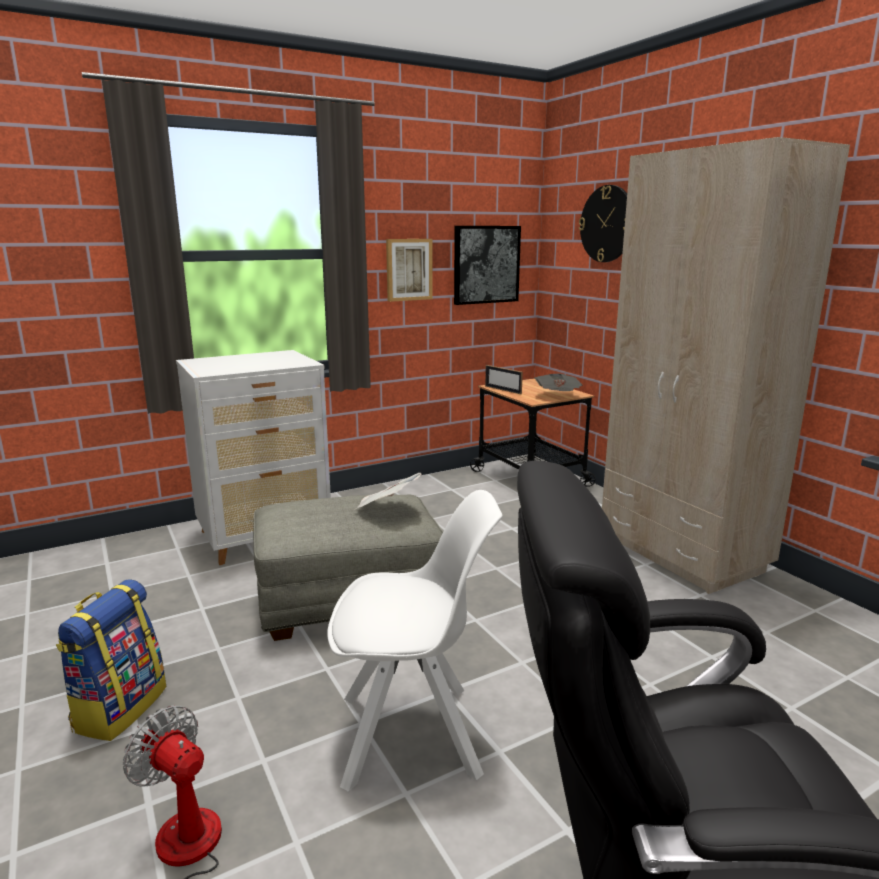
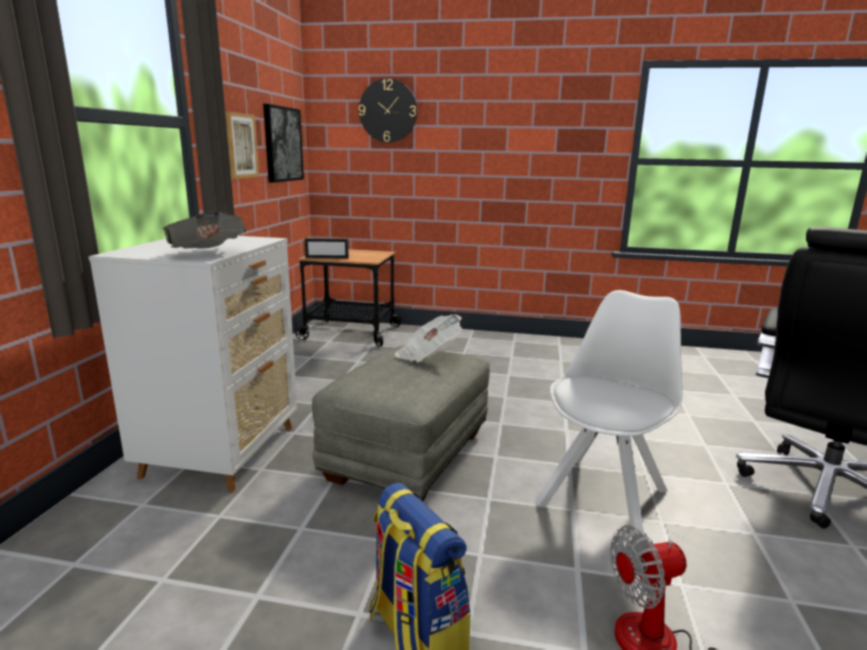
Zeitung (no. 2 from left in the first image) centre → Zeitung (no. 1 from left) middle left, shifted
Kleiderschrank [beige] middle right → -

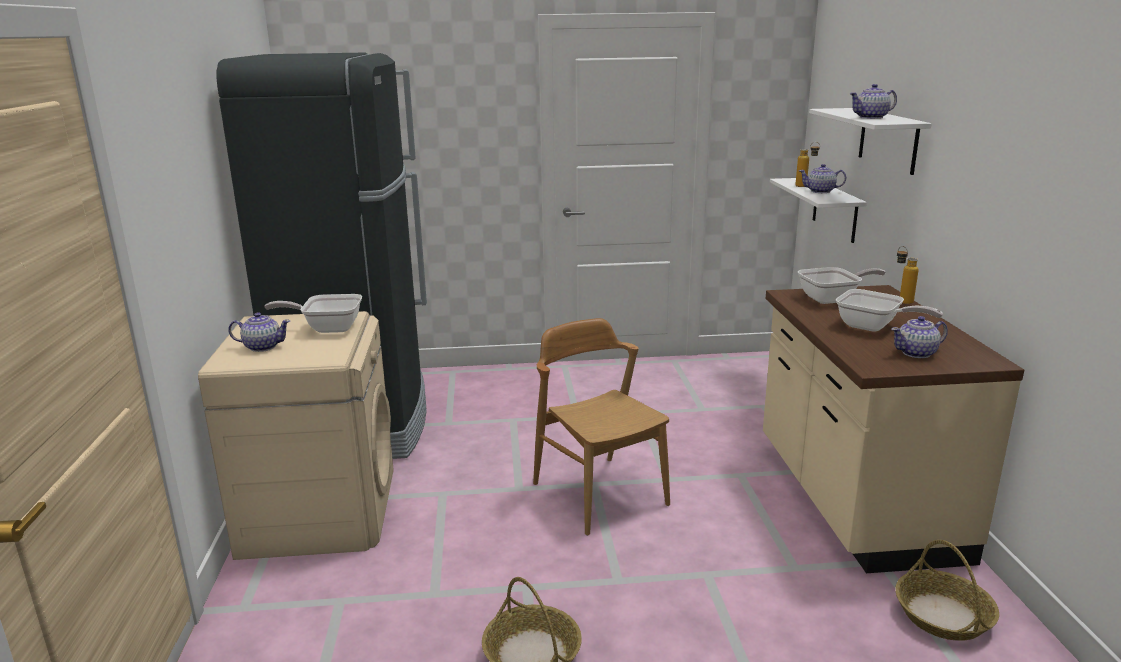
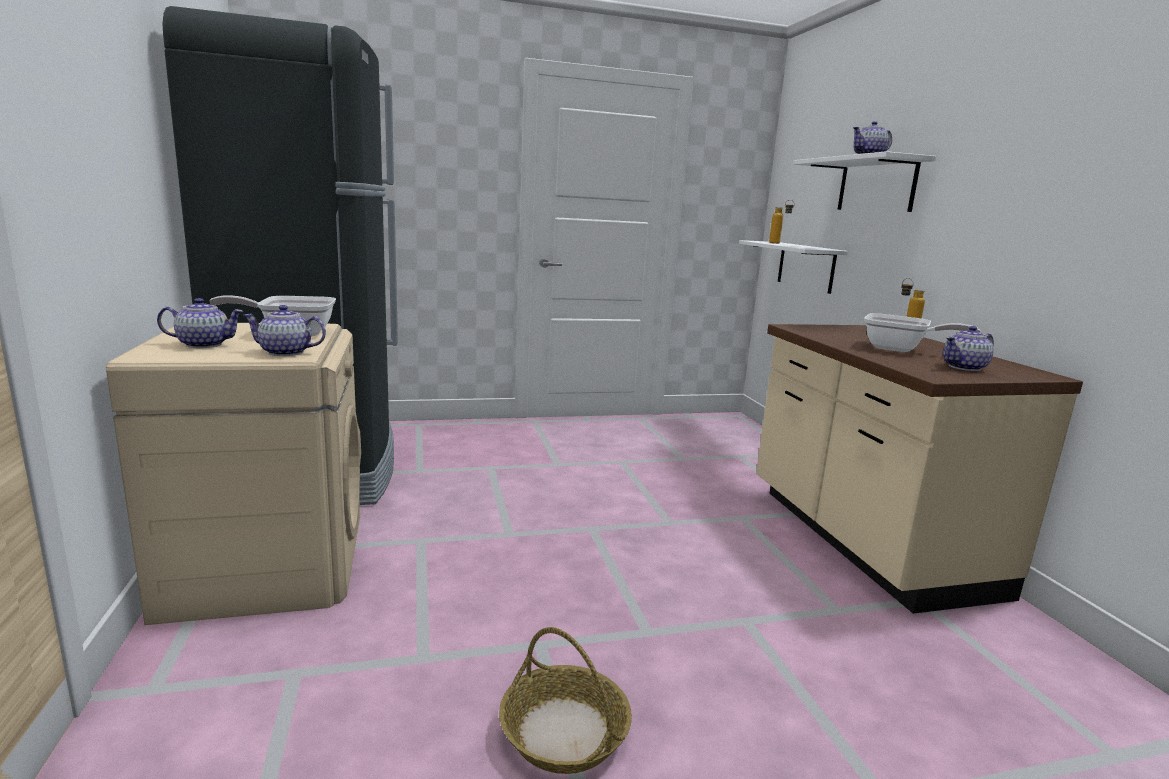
Stuhl [braun] centre → -
Pfanne (no. 2 from left) middle right → -
Teekanne (no. 2 from left) top right → Teekanne (no. 2 from left) middle left, shifted
Korb (no. 2 from left) bottom right → -

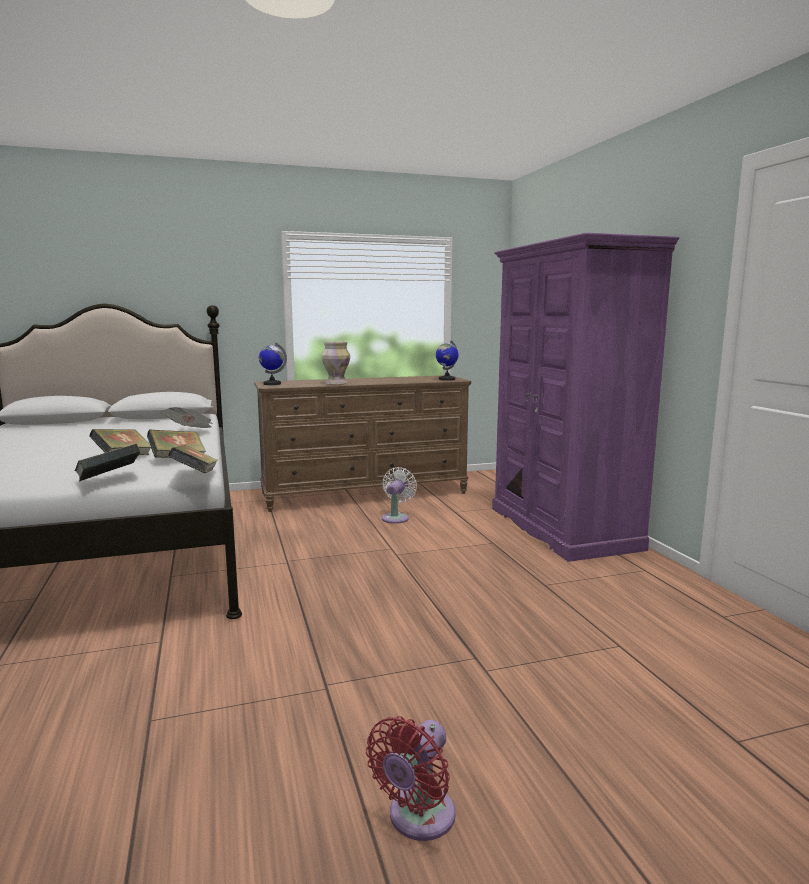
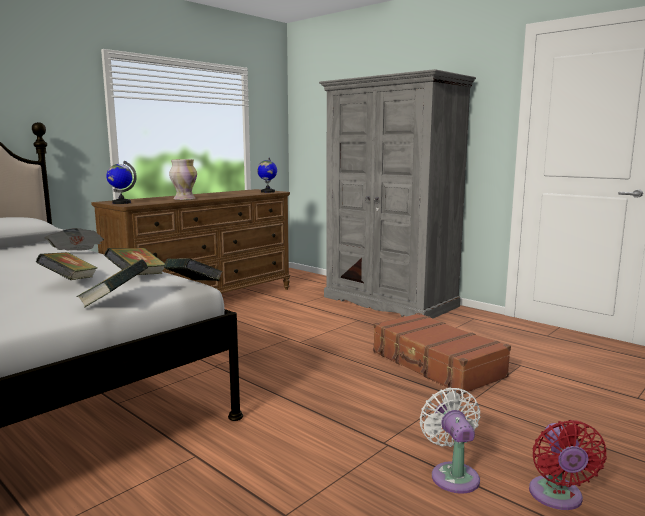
Ventilator [weiß] centre → Ventilator [weiß] bottom right, shifted
Kleiderschrank [lila] middle right → Kleiderschrank [grau] centre
- → Koffer [braun] bottom right

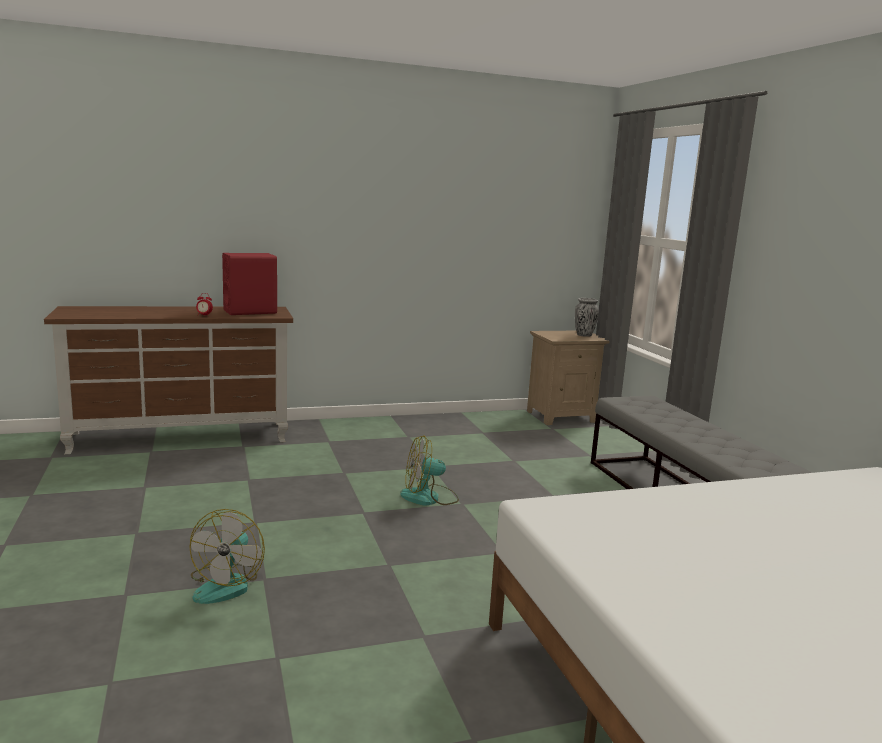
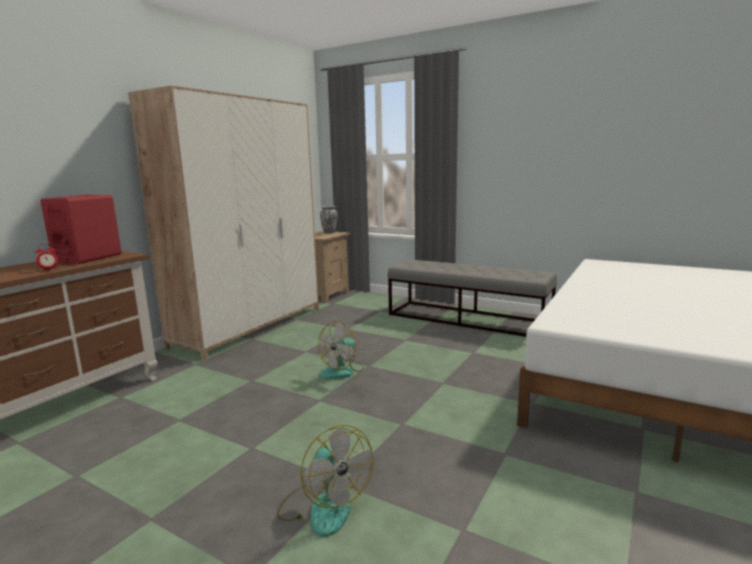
- → Kleiderschrank [weiß] middle left

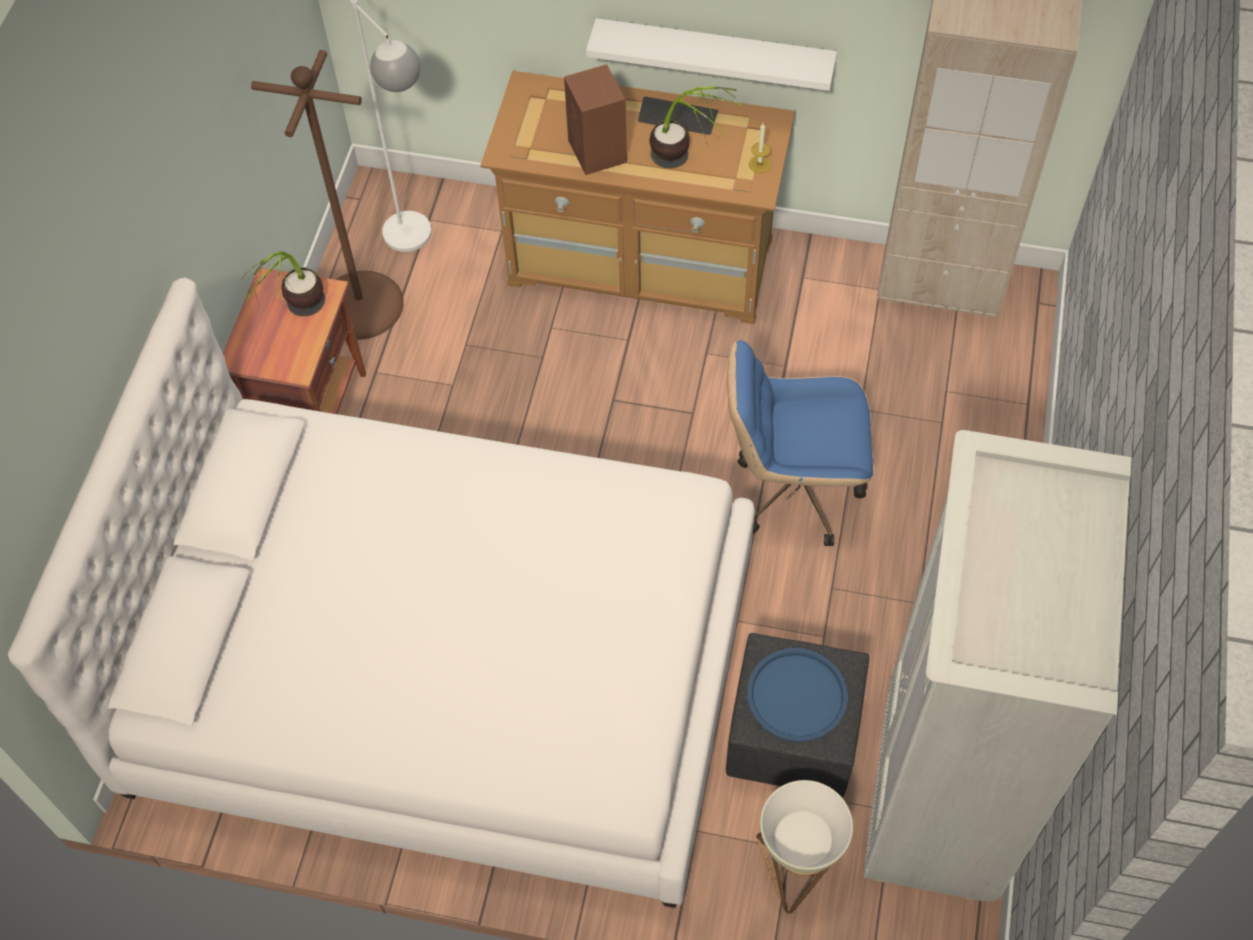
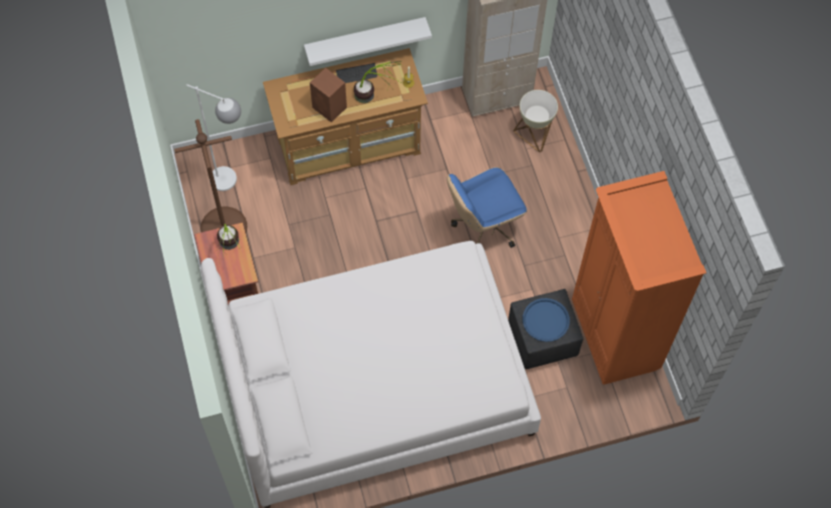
Pflanzkübel bottom centre → Pflanzkübel top centre, shifted
Kleiderschrank [weiß] bottom right → Kleiderschrank [orange] middle right

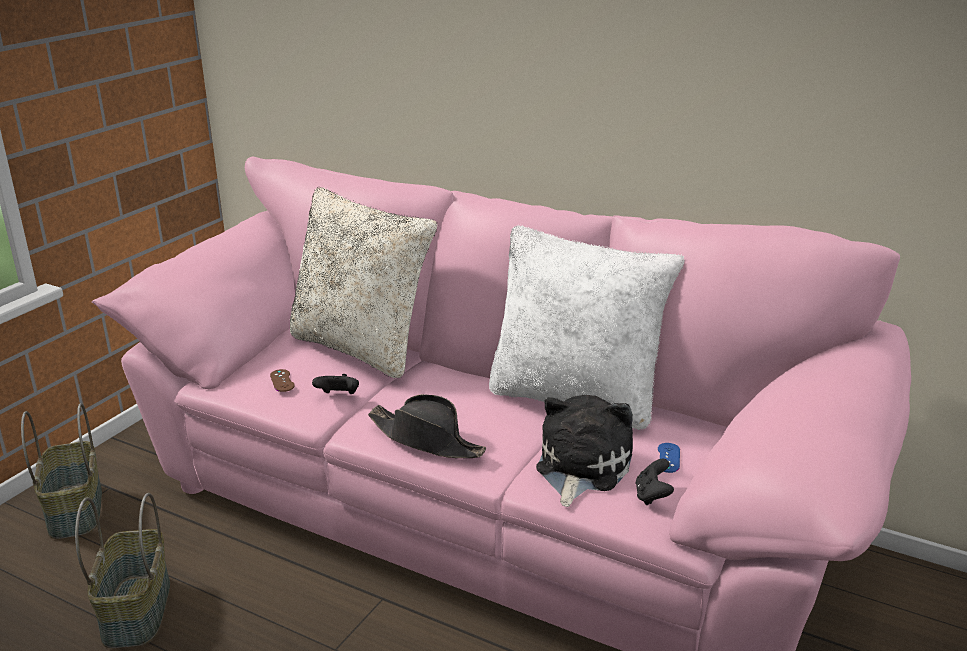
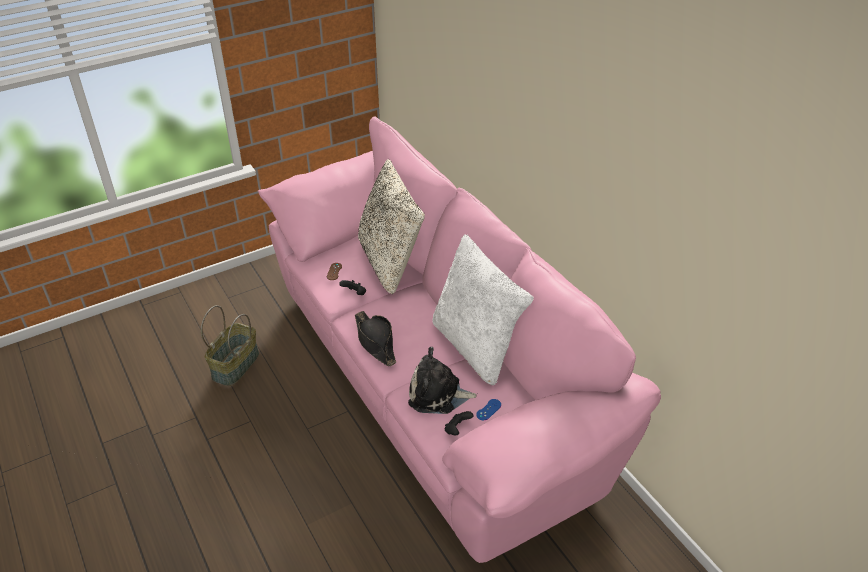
Korb (no. 1 from left) bottom left → -
Plüschtier bottom centre → Plüschtier centre, 135 degrees counterclockwise

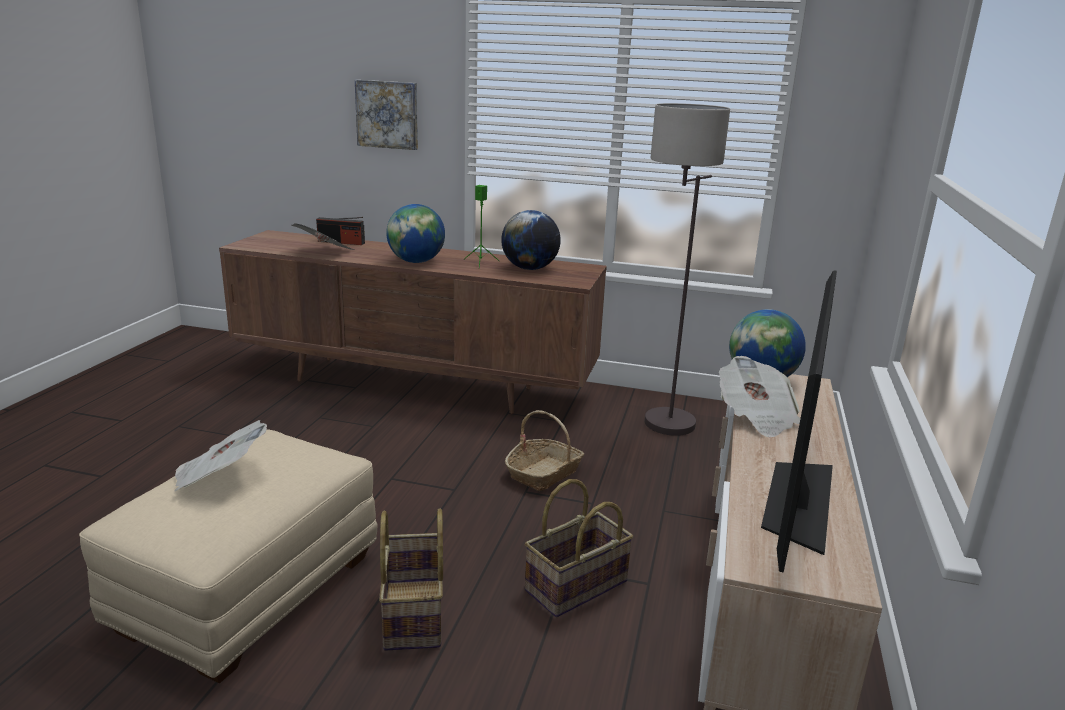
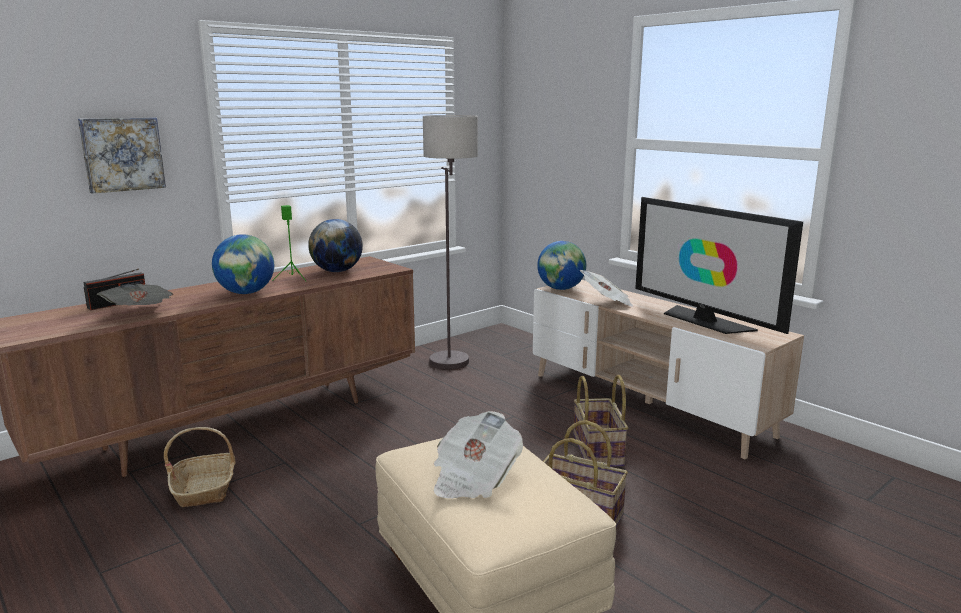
Korb (no. 2 from left in the first image) centre → Korb (no. 1 from left) bottom left, shifted

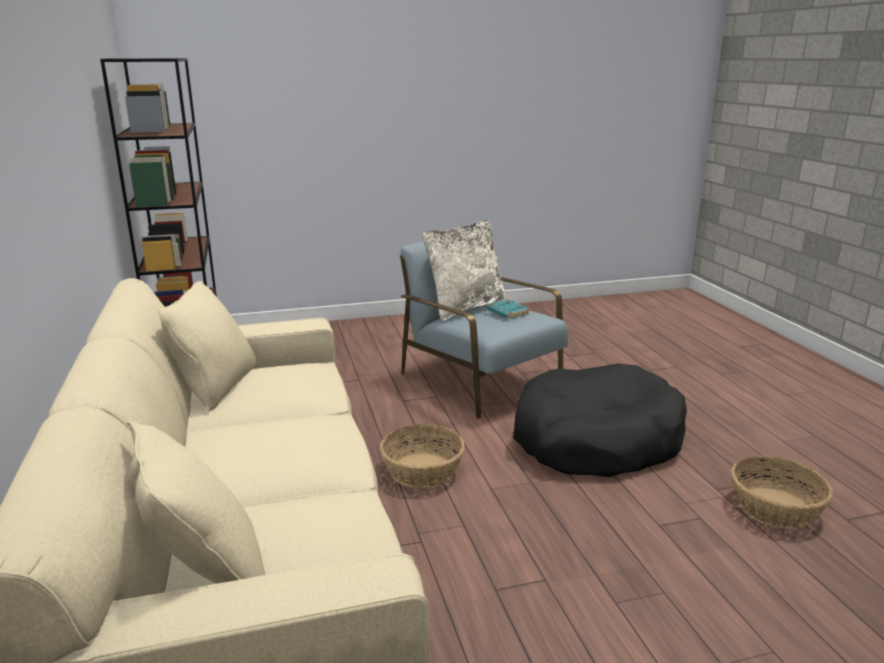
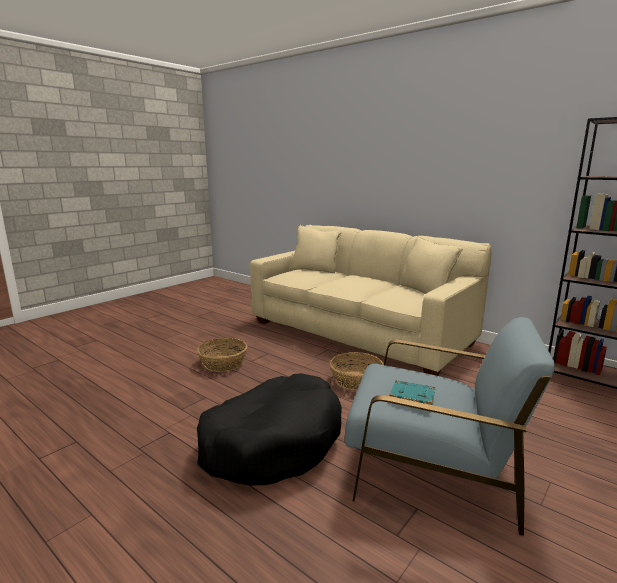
Kissen [beige] centre → -
Korb (no. 2 from left in the first image) bottom right → Korb (no. 1 from left) centre, shifted

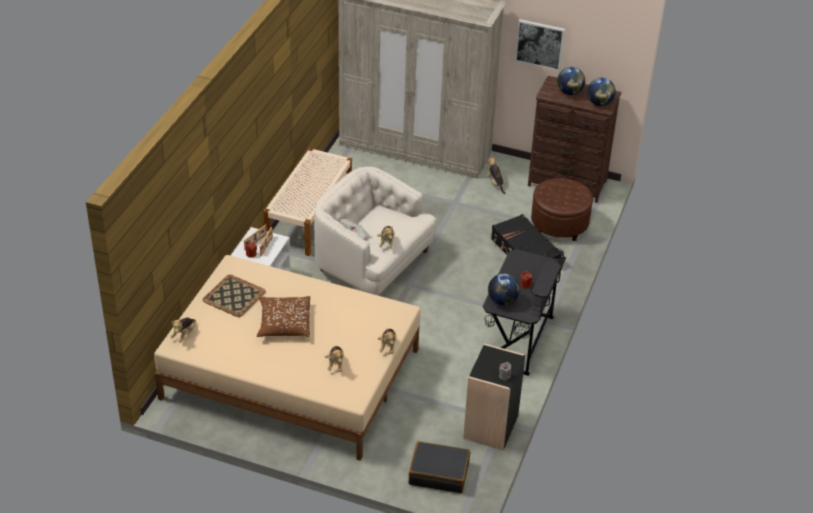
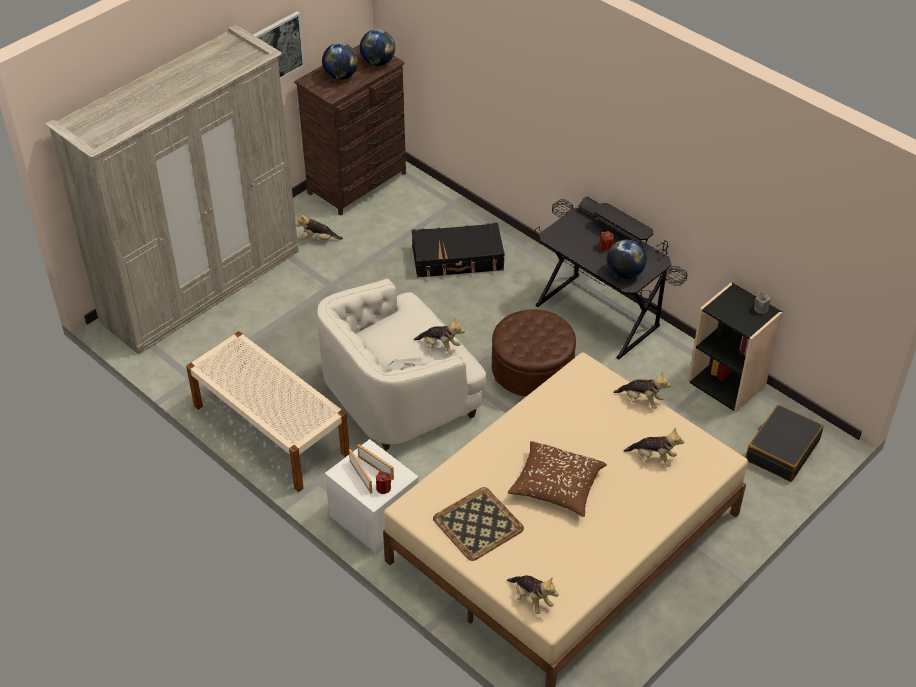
Polsterhocker [braun] middle right → Polsterhocker [braun] centre, shifted

